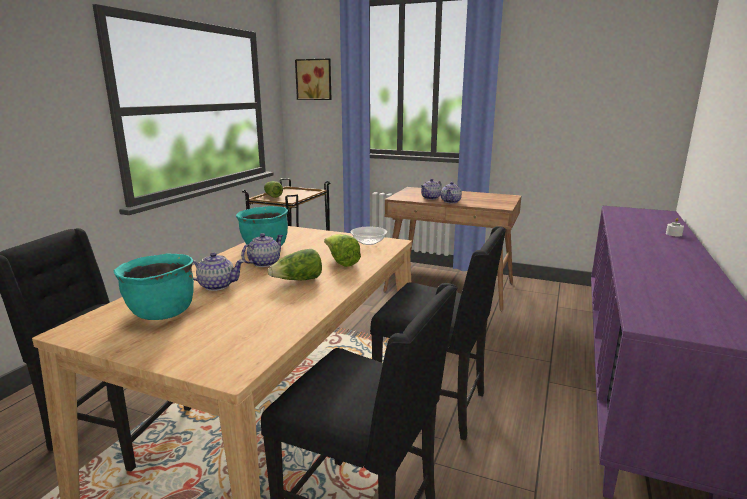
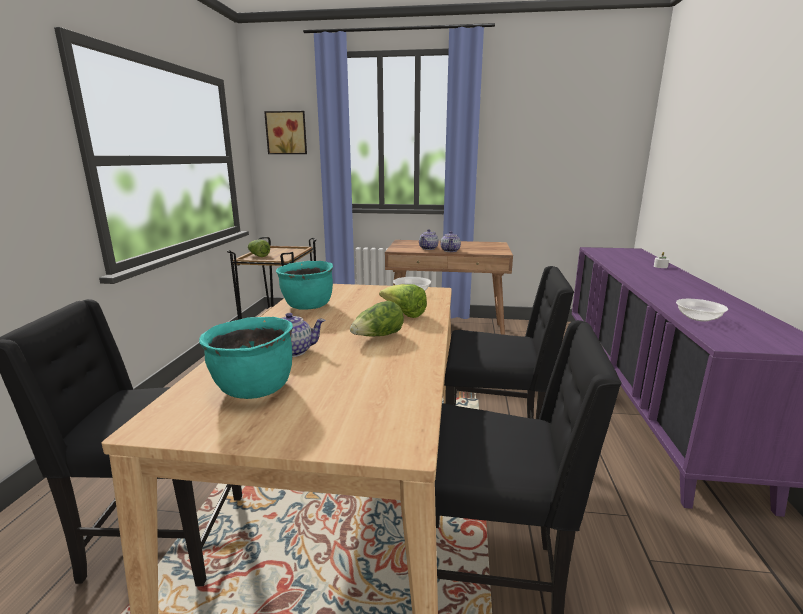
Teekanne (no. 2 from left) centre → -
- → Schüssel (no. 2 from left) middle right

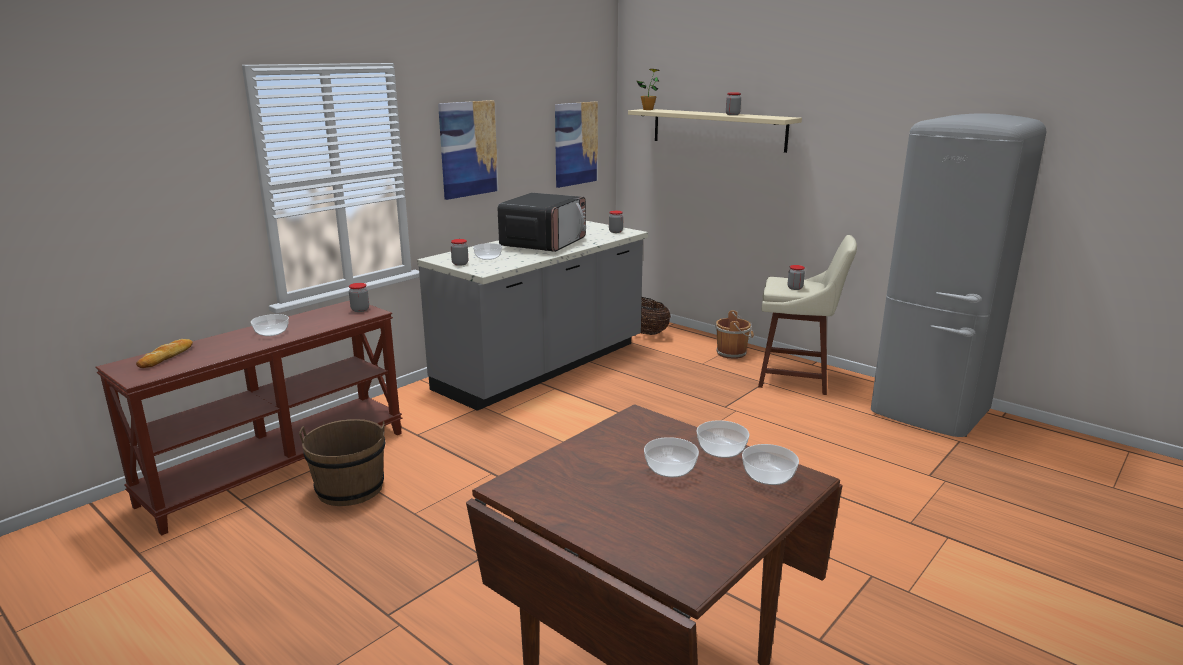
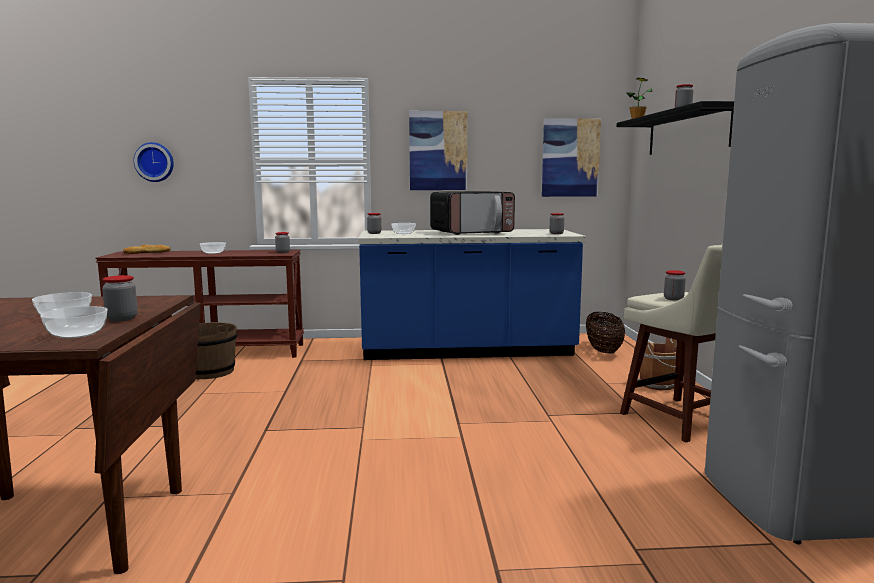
Küchenzeile [grau] centre → Küchenzeile [blau] centre
Wandregal [beige] top centre → Wandregal [schwarz] top right
Schüssel (no. 4 from left) centre → Vorratsglas (no. 1 from left) middle left
- → Wanduhr top left

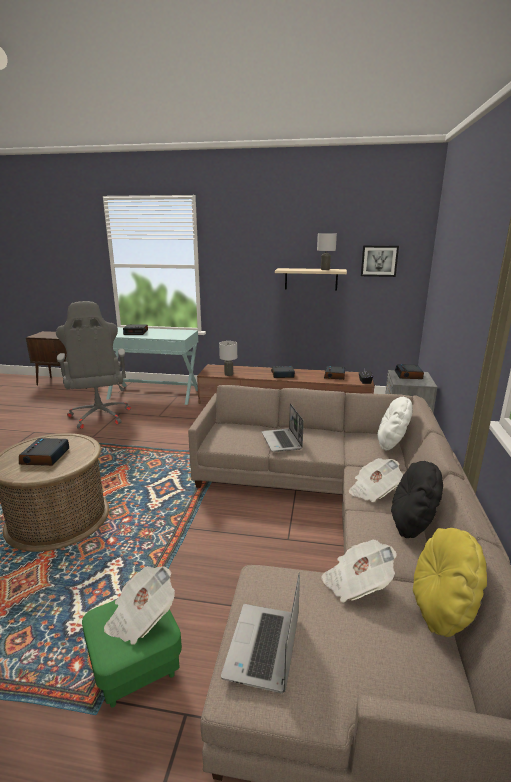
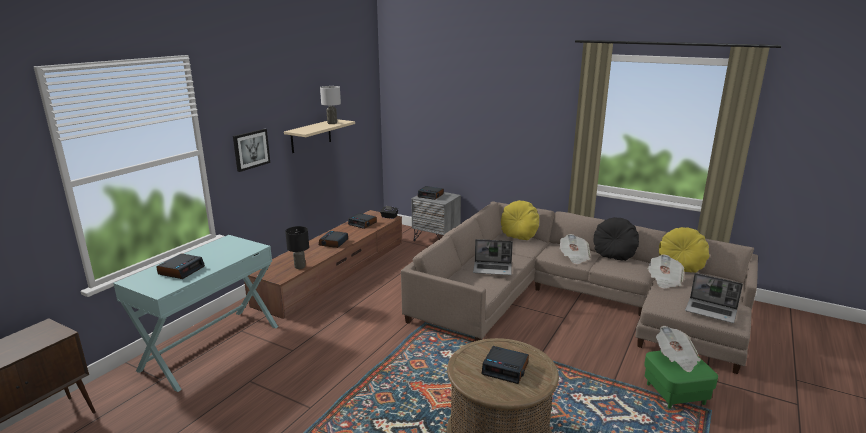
Bürostuhl [grau] middle left → -
Tischlampe [weiß] (no. 1 from left) centre → Tischlampe [schwarz] centre
Bild middle right → Bild middle left, shifted
Kissen [weiß] middle right → Kissen [gelb] (no. 1 from left) centre

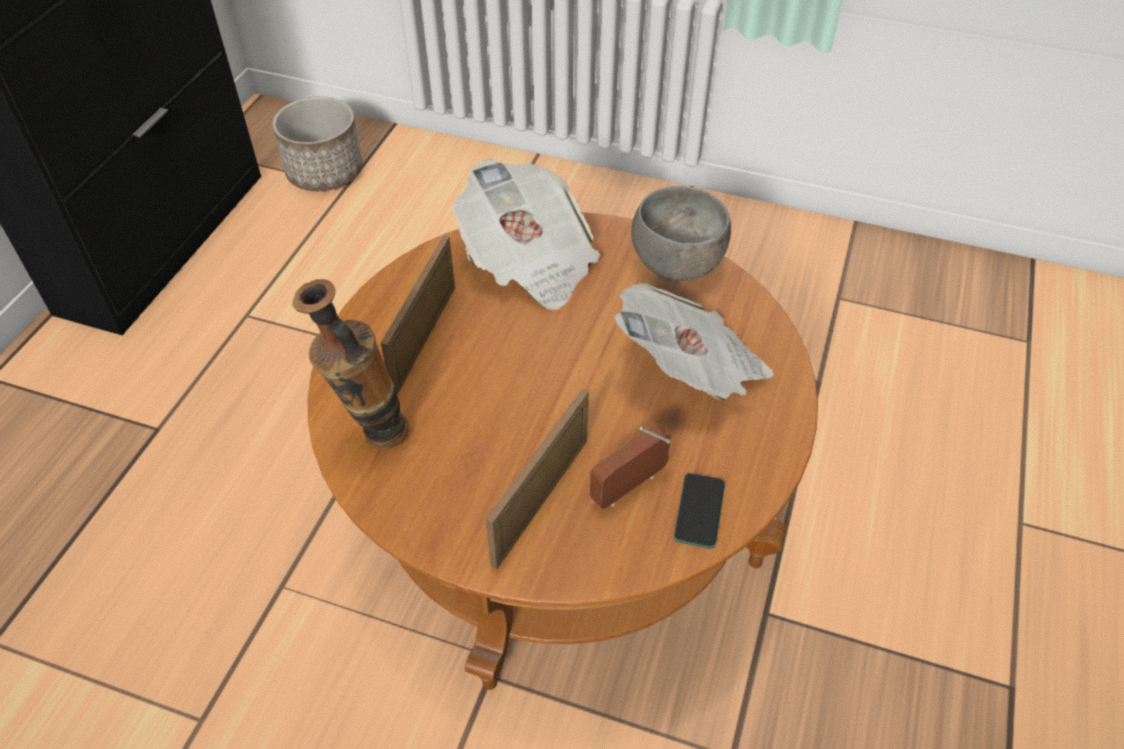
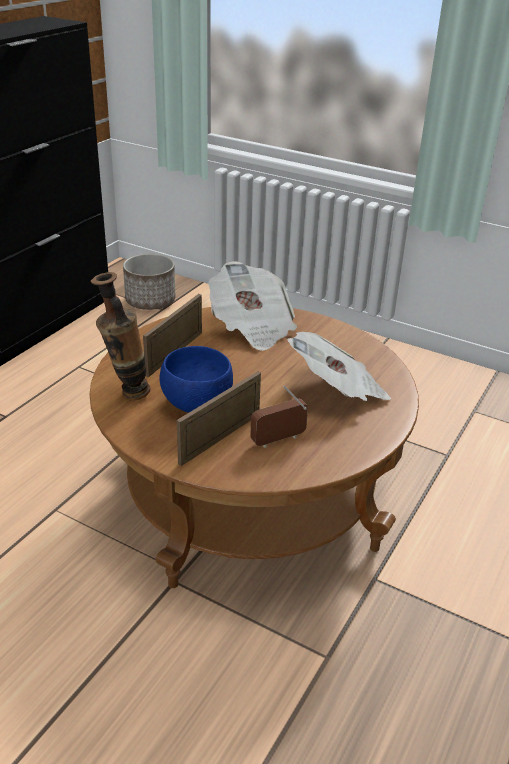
Schüssel [grau] top centre → -
Handy bottom centre → -
- → Schüssel [blau] centre

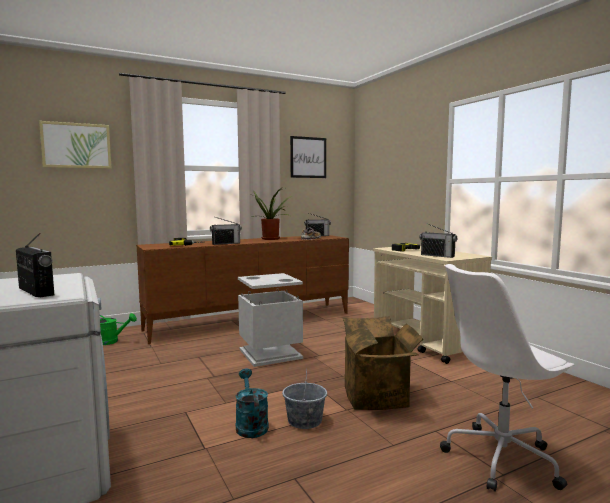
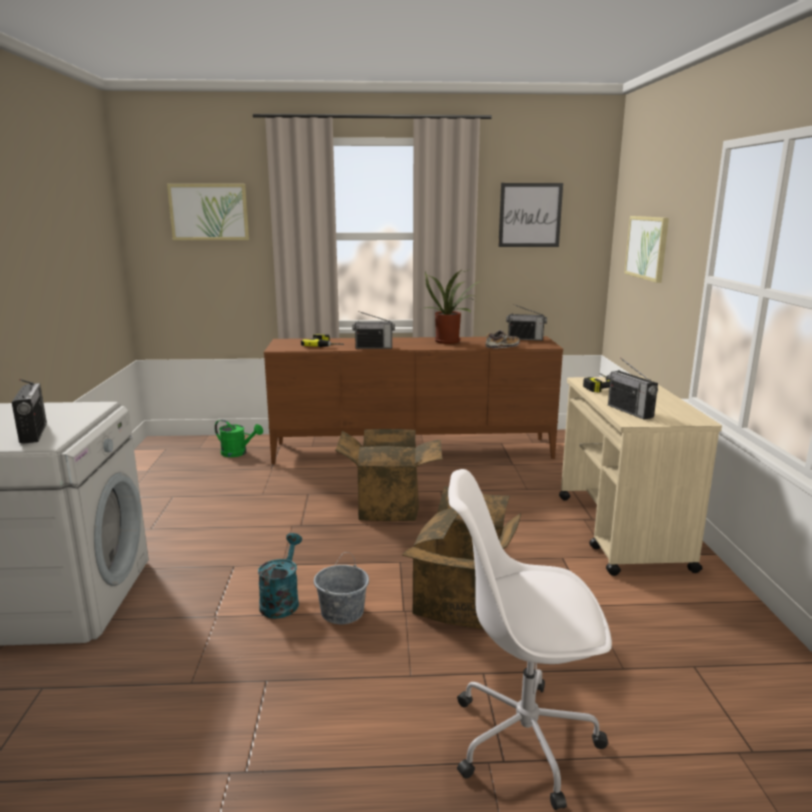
Mülleimer [grau] centre → Karton (no. 1 from left) centre
- → Bild (no. 3 from left) top right

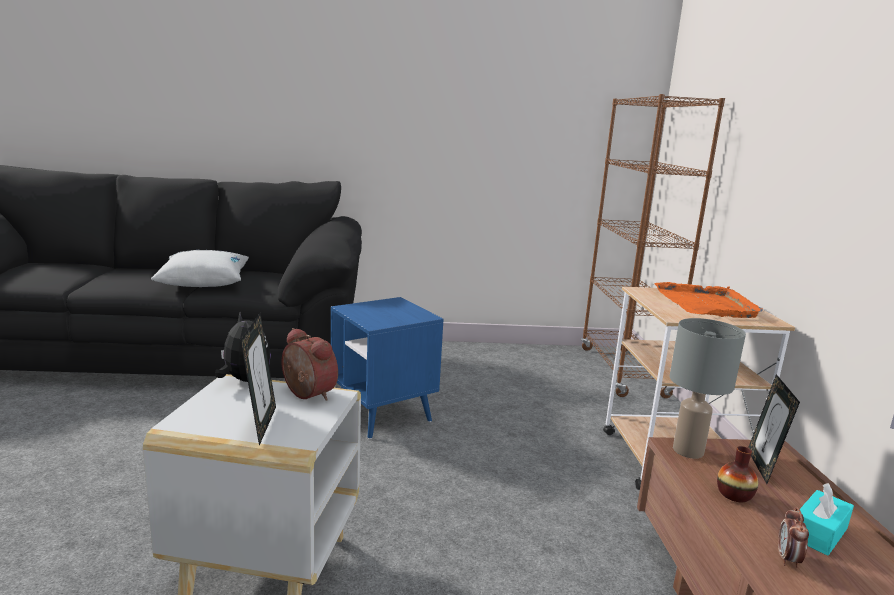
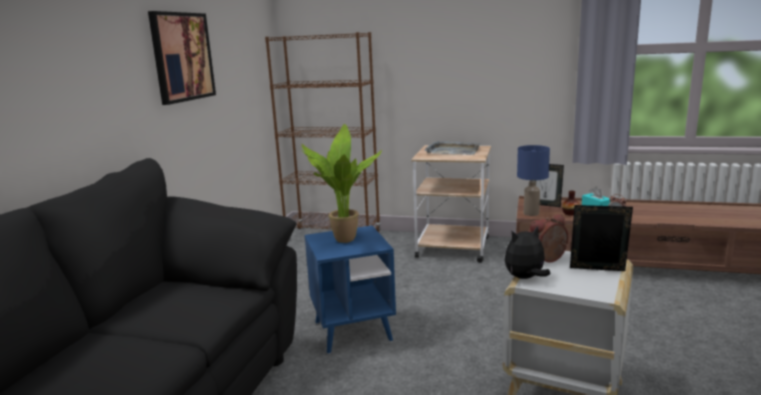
Kissen [grau] middle left → -
Tablett [orange] middle right → Tablett [grau] centre
Tischlampe [grau] middle right → Tischlampe [blau] middle right
- → Bild top left
- → Topfpflanze centre

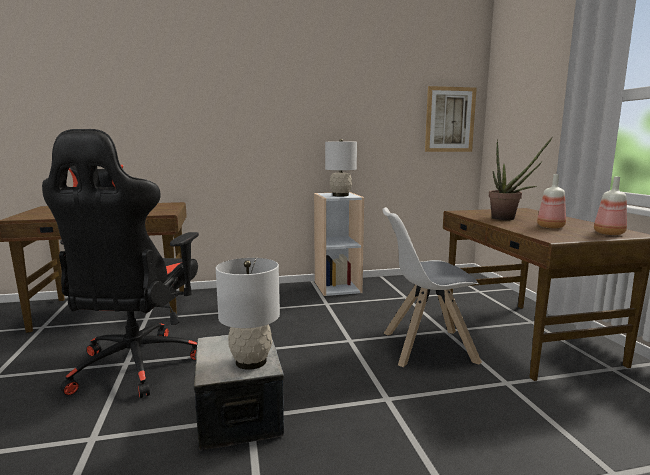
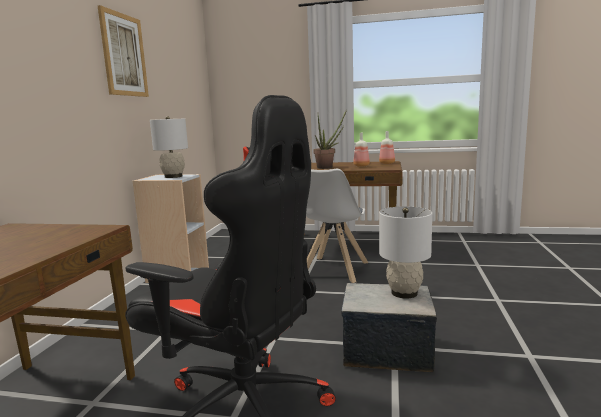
Bild top right → Bild top left, shifted

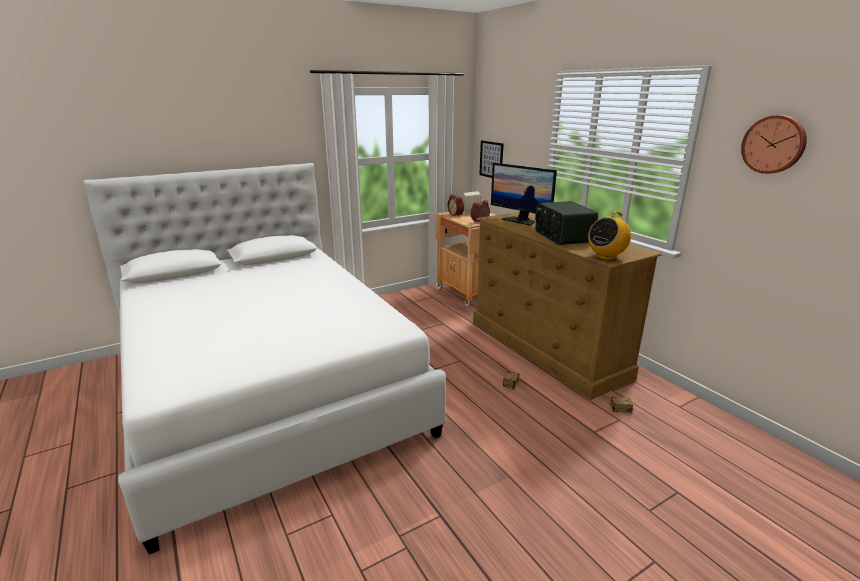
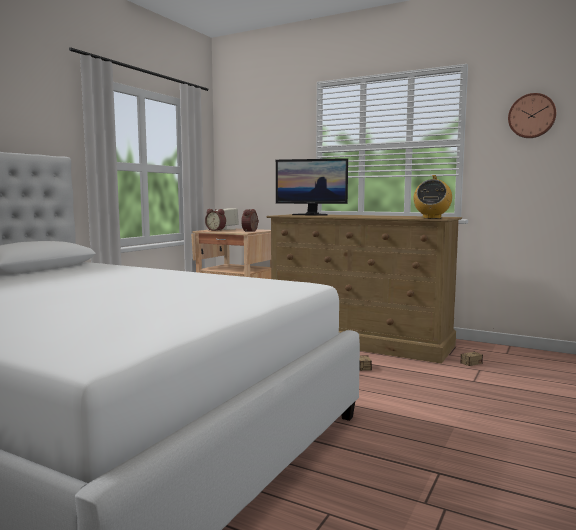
Bild top centre → -
Radio (no. 1 from left) centre → -

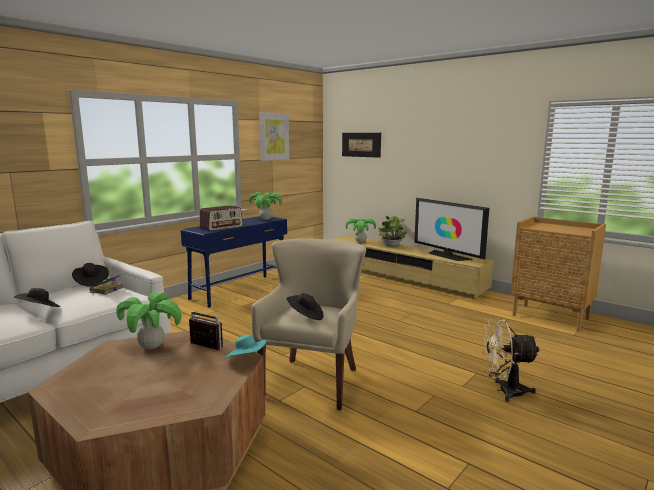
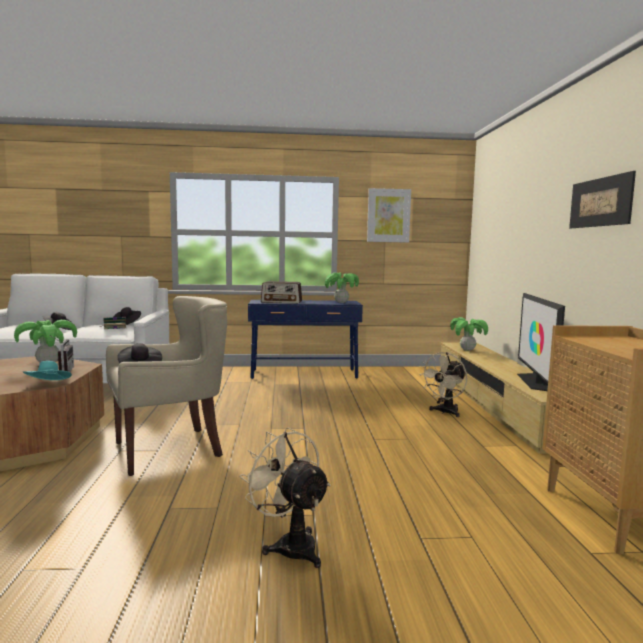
Bild (no. 2 from left) top centre → Bild (no. 2 from left) top right, shifted
Topfpflanze (no. 4 from left) centre → -
- → Ventilator [beige] (no. 2 from left) middle right

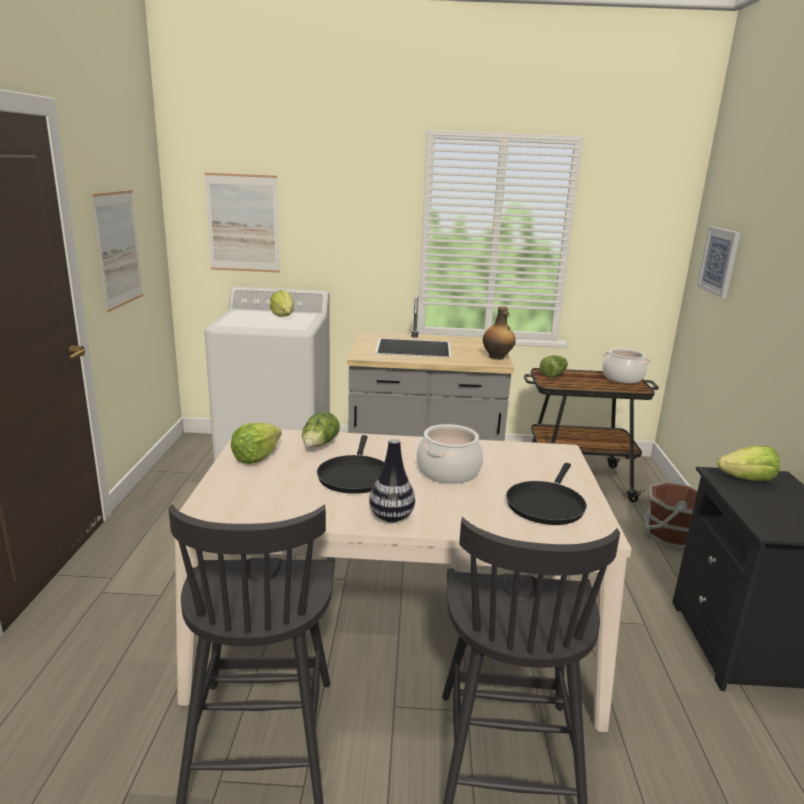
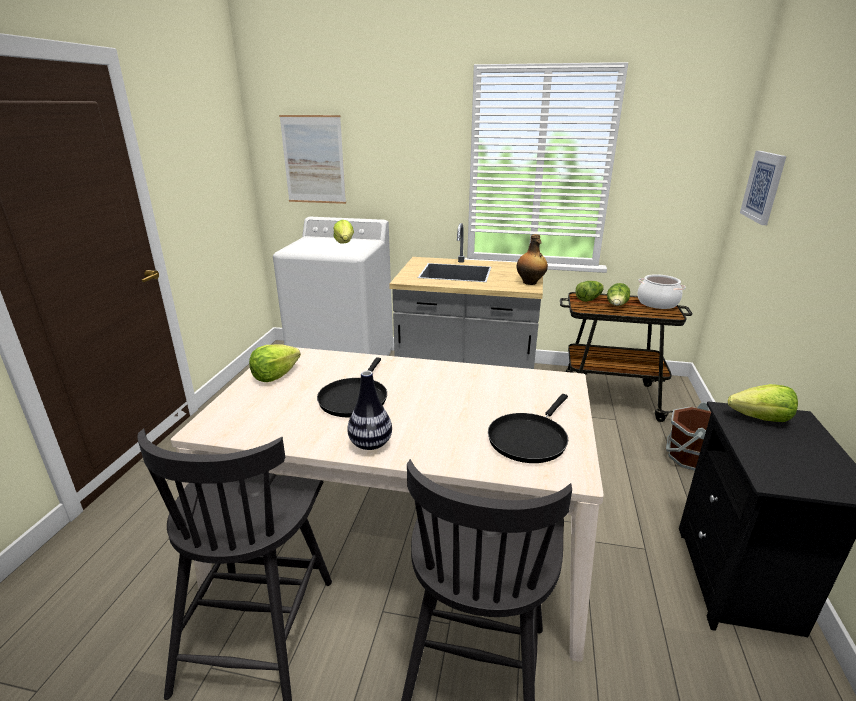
Bild (no. 1 from left) top left → -
Salatkopf (no. 3 from left in the first image) centre → Salatkopf (no. 4 from left) middle right, shifted
Kochtopf (no. 1 from left) centre → -

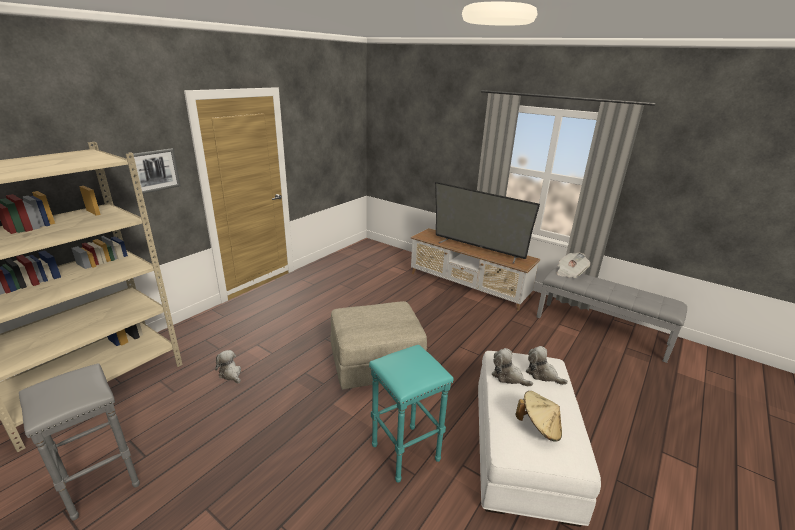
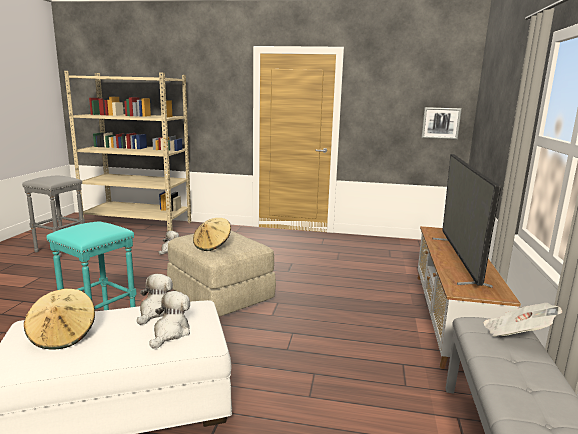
Bild top left → Bild top right, shifted
- → Hut [beige] (no. 2 from left) centre

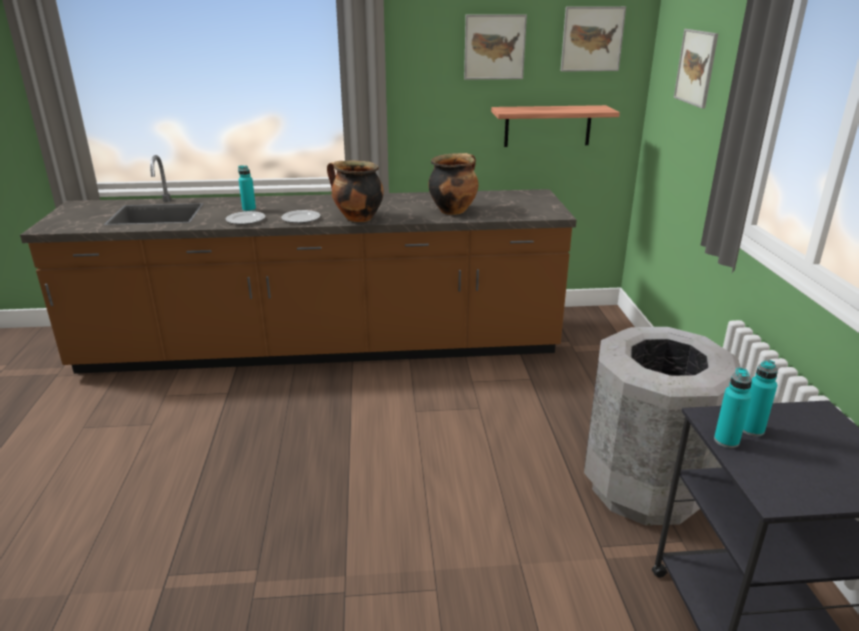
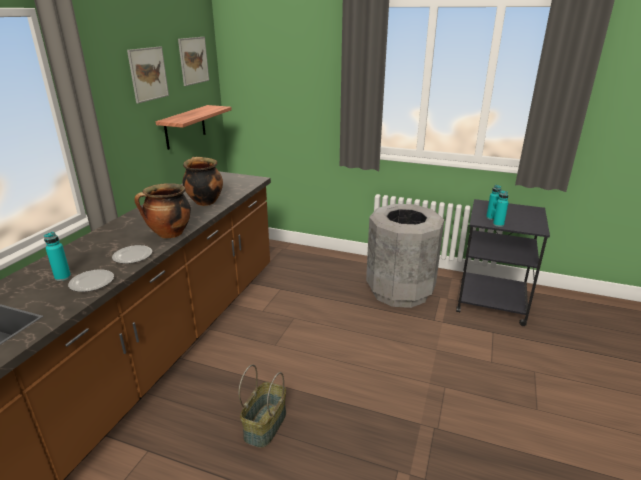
Bild (no. 3 from left) top right → -
- → Korb bottom centre

